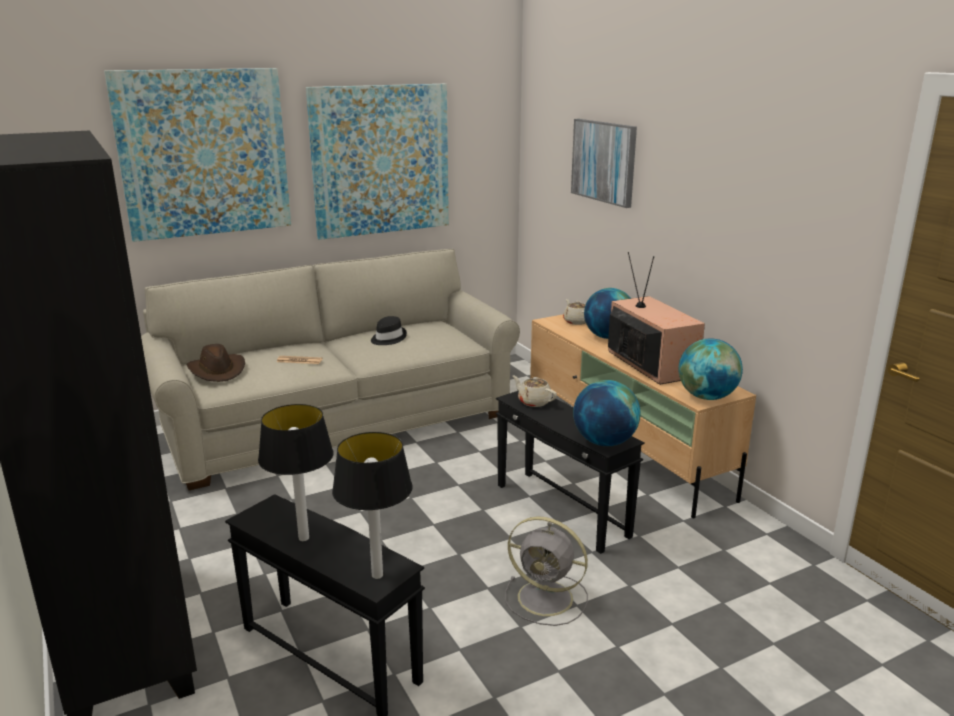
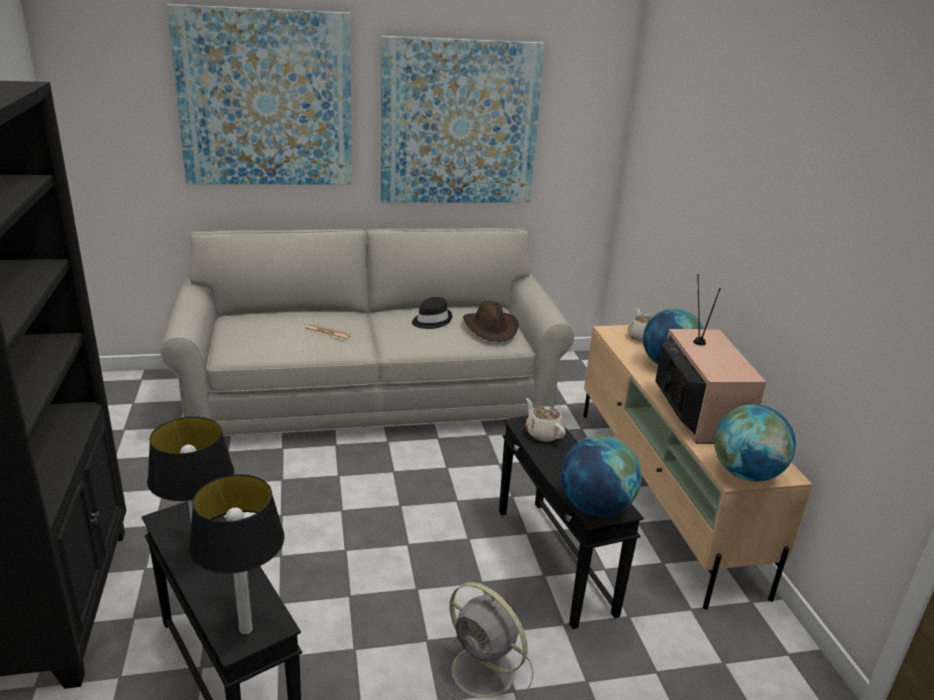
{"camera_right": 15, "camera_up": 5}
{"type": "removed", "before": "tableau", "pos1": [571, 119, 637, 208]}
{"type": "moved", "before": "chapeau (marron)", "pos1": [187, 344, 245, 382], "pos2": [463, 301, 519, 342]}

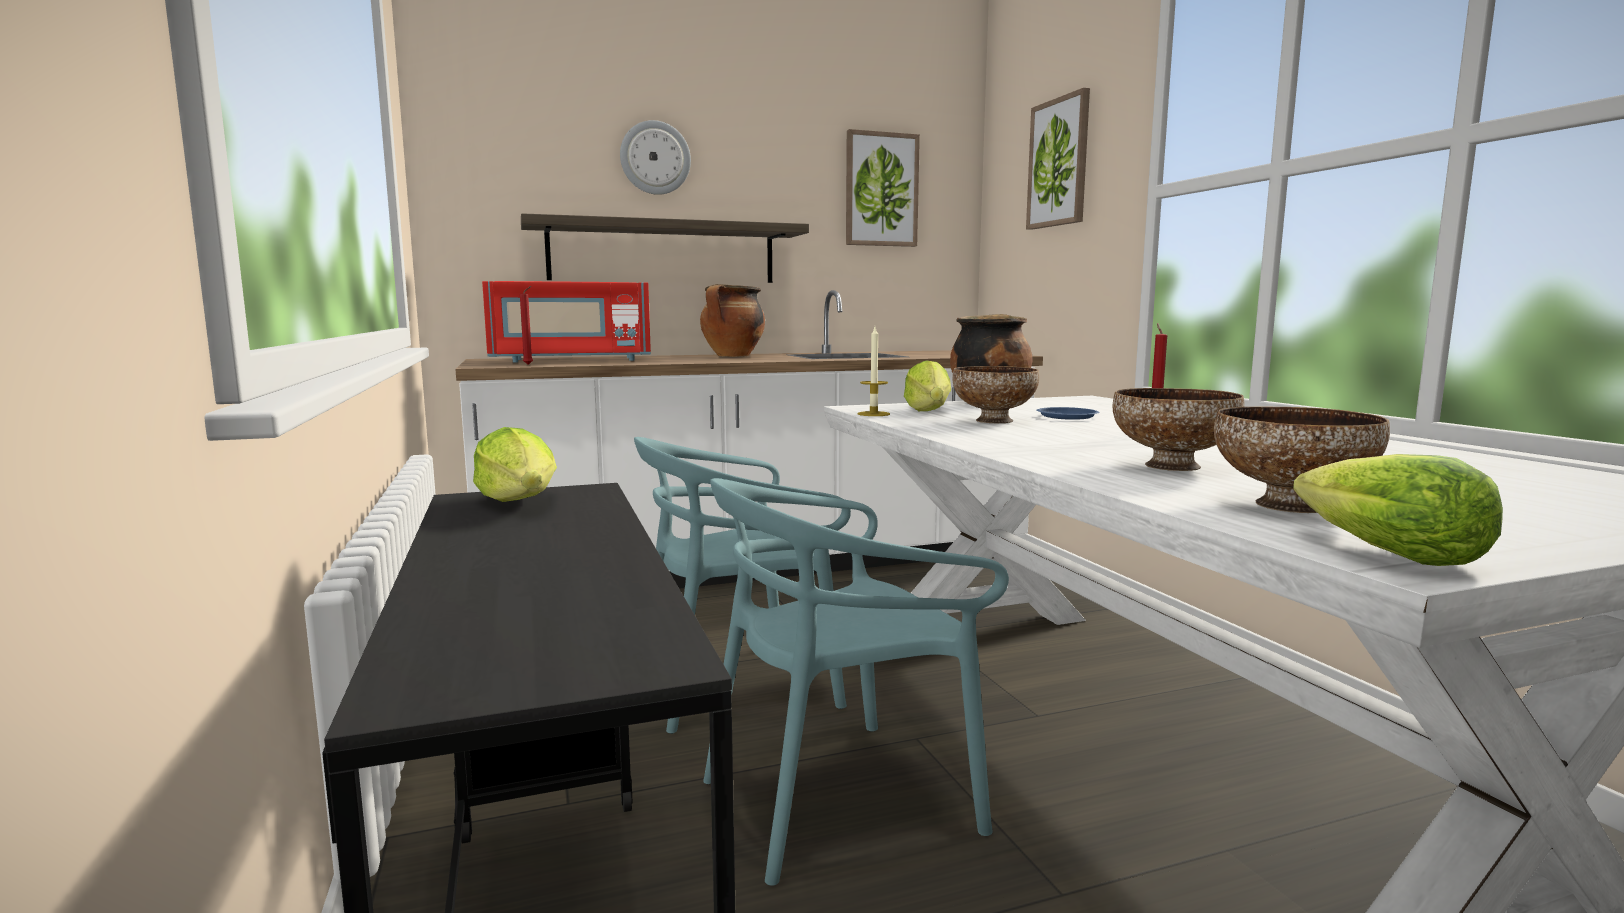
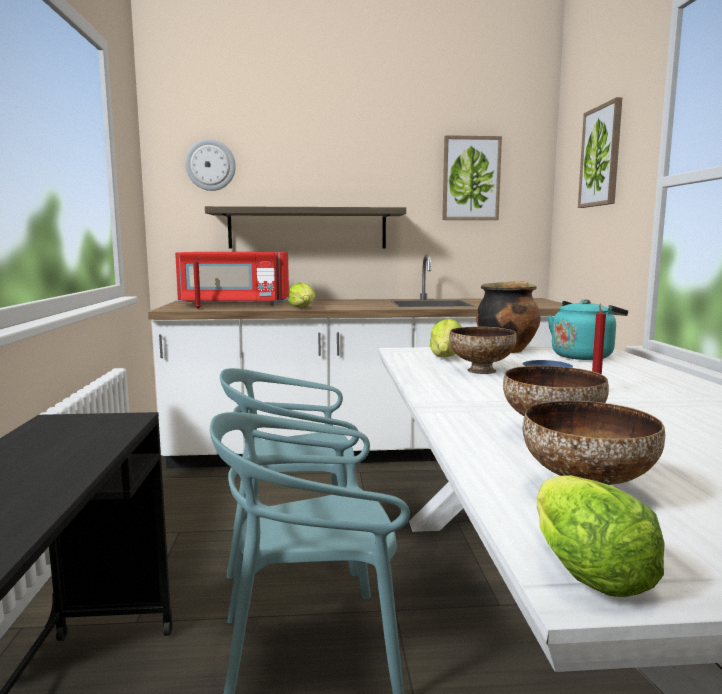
{"camera_right": 15, "camera_up": 0}
{"type": "removed", "before": "marmite", "pos1": [700, 284, 765, 357]}
{"type": "removed", "before": "bougie", "pos1": [858, 327, 890, 416]}
{"type": "added", "after": "bouilloire (turquoise)", "pos2": [548, 299, 628, 360]}
{"type": "moved", "before": "laitue", "pos1": [473, 427, 557, 502], "pos2": [288, 282, 315, 307]}
{"type": "moved", "before": "horloge murale", "pos1": [620, 120, 691, 195], "pos2": [185, 139, 236, 191]}

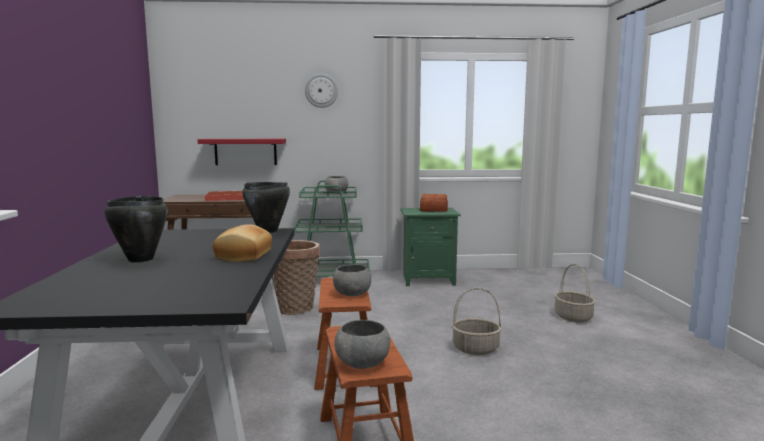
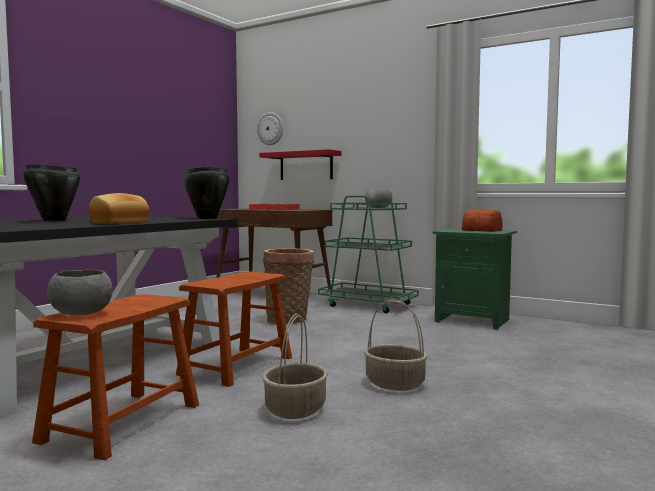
{"camera_right": 35, "camera_up": -5}
{"type": "removed", "before": "bol (gris)", "pos1": [333, 264, 371, 296]}
{"type": "moved", "before": "horloge murale", "pos1": [305, 74, 338, 108], "pos2": [257, 112, 283, 145]}
{"type": "moved", "before": "panier", "pos1": [554, 264, 596, 323], "pos2": [262, 314, 328, 419]}

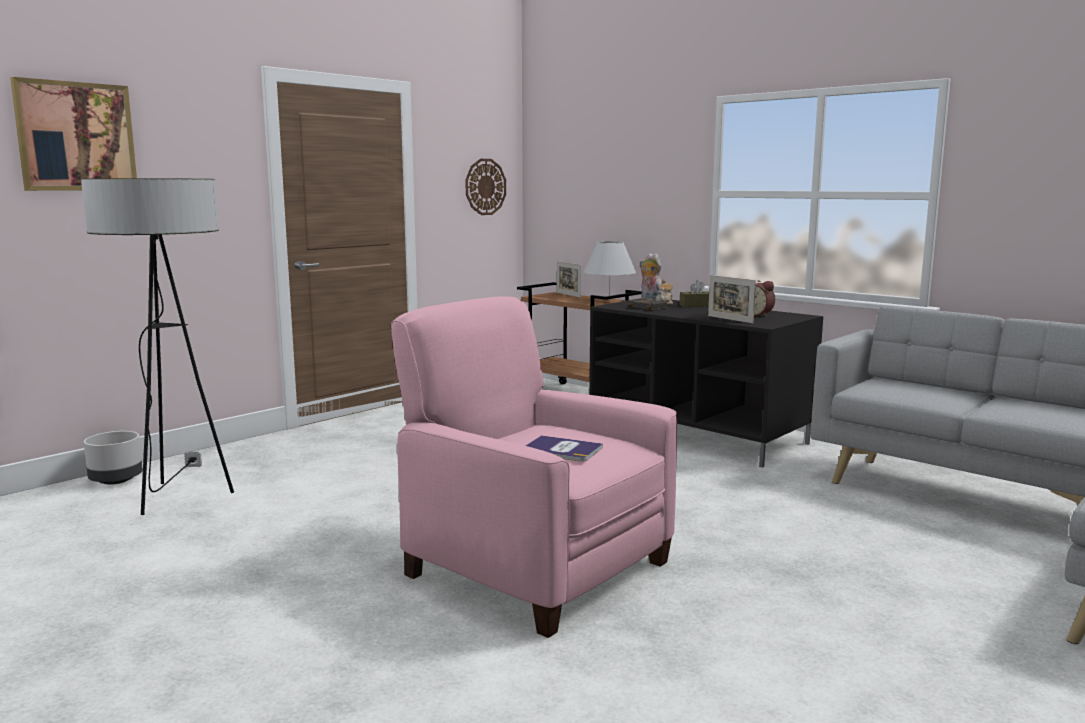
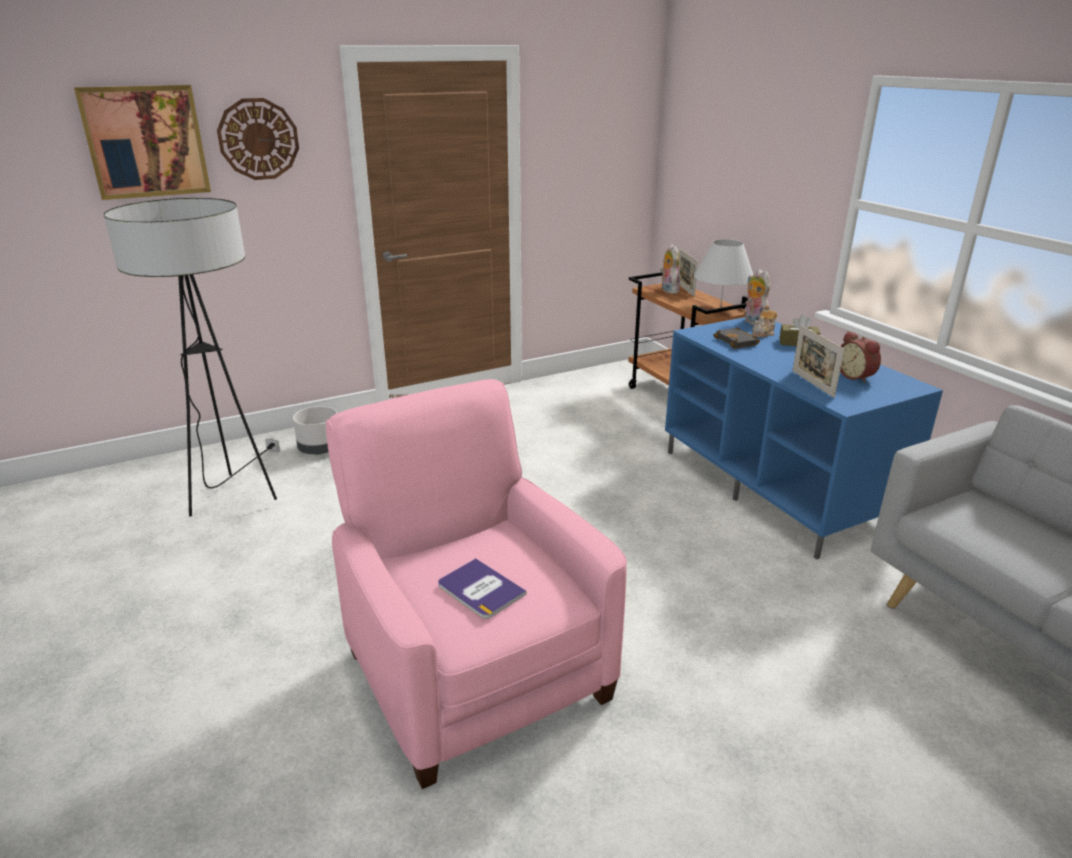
{"camera_right": 20, "camera_up": 15}
{"type": "added", "after": "peluche", "pos2": [660, 245, 680, 294]}
{"type": "moved", "before": "cache-pot (gris)", "pos1": [84, 431, 143, 485], "pos2": [293, 406, 337, 455]}
{"type": "moved", "before": "horloge murale", "pos1": [465, 159, 506, 215], "pos2": [217, 98, 299, 180]}
{"type": "recoloured", "before": "meuble télé (noir)", "after": "meuble télé (bleu)", "pos1": [589, 298, 823, 468], "pos2": [665, 317, 943, 559]}

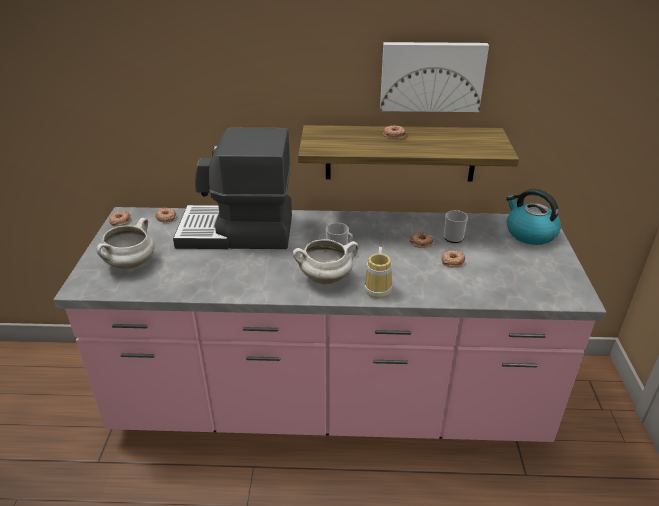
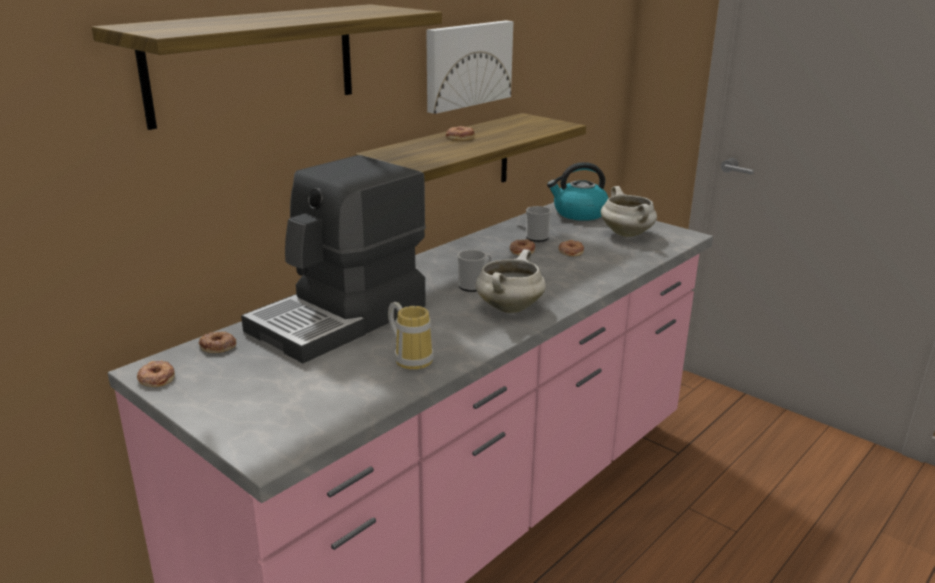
{"camera_right": -50, "camera_up": -10}
{"type": "added", "after": "étagère", "pos2": [91, 4, 442, 130]}
{"type": "moved", "before": "marmite (blanc)", "pos1": [96, 218, 155, 269], "pos2": [601, 186, 657, 237]}
{"type": "moved", "before": "mug", "pos1": [364, 247, 392, 298], "pos2": [388, 302, 434, 370]}

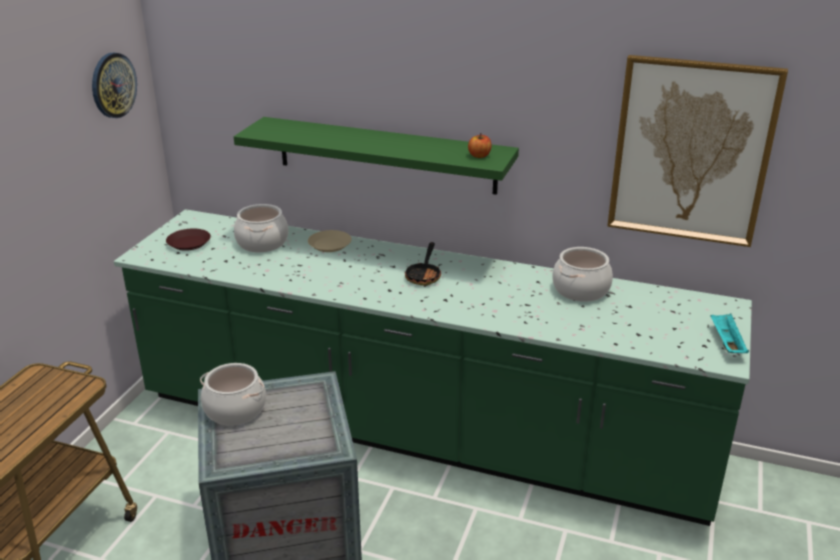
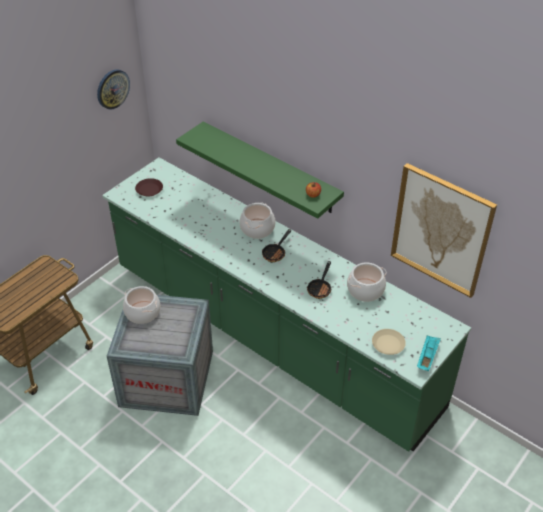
{"camera_right": 20, "camera_up": 15}
{"type": "added", "after": "poêle", "pos2": [307, 261, 331, 299]}
{"type": "moved", "before": "marmite", "pos1": [234, 204, 288, 252], "pos2": [240, 203, 275, 239]}
{"type": "moved", "before": "assiette (beige)", "pos1": [308, 230, 352, 252], "pos2": [372, 329, 406, 355]}

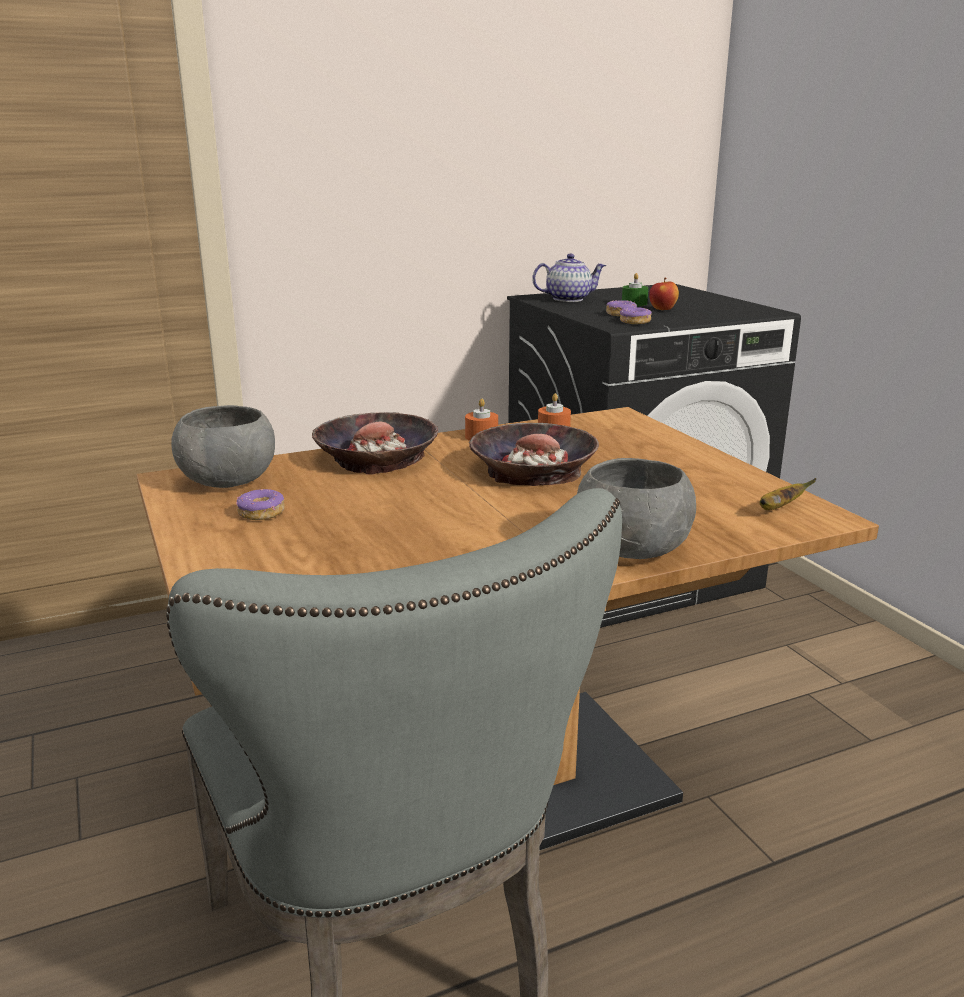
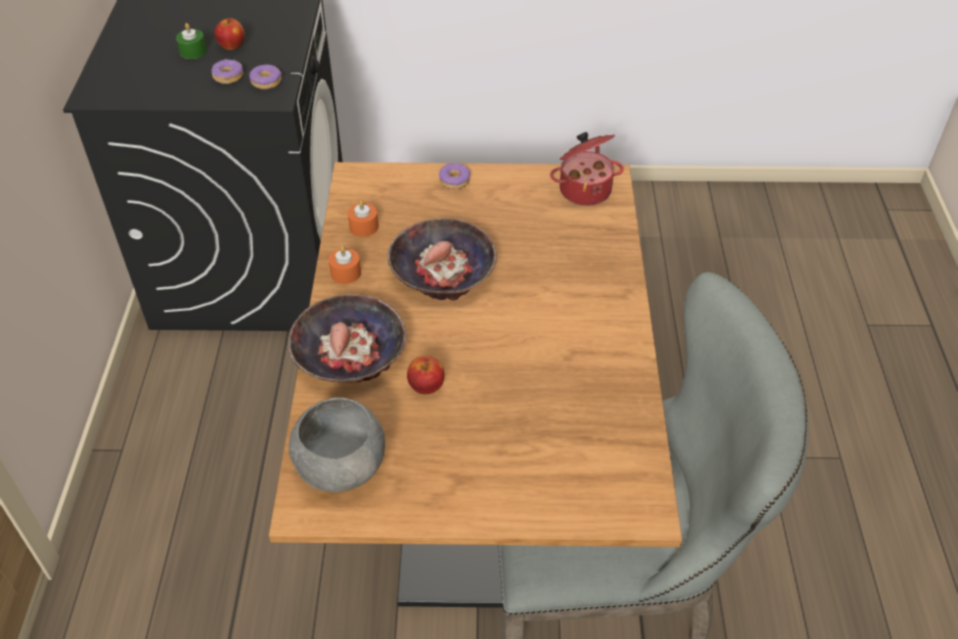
{"camera_right": -65, "camera_up": 25}
{"type": "removed", "before": "théière", "pos1": [532, 253, 606, 302]}
{"type": "removed", "before": "bol (gris)", "pos1": [577, 458, 696, 559]}
{"type": "added", "after": "pomme", "pos2": [407, 356, 445, 394]}
{"type": "moved", "before": "beignet", "pos1": [236, 489, 285, 520], "pos2": [439, 163, 470, 189]}
{"type": "replaced", "before": "banane", "after": "marmite", "pos1": [759, 478, 817, 510], "pos2": [550, 132, 624, 206]}

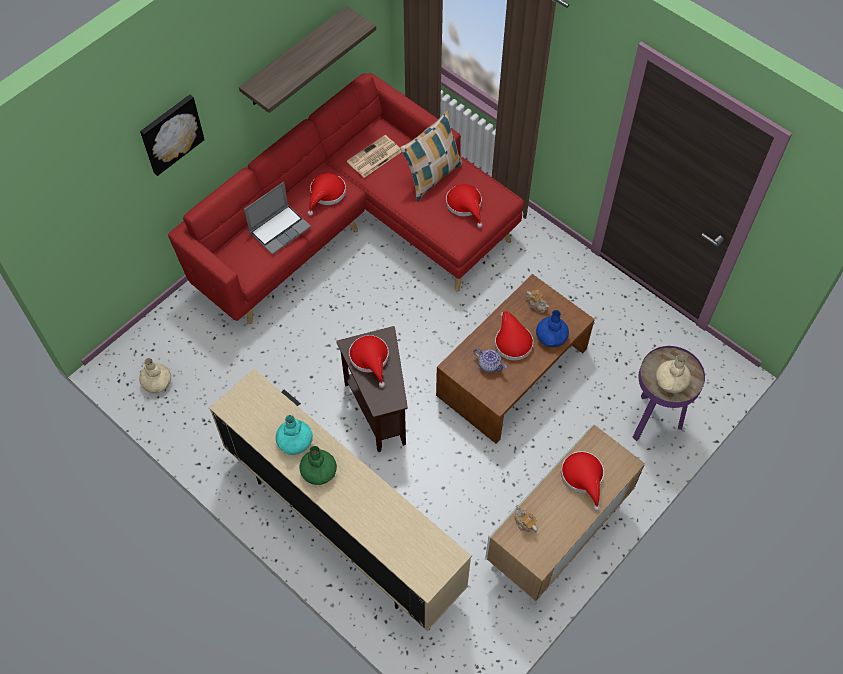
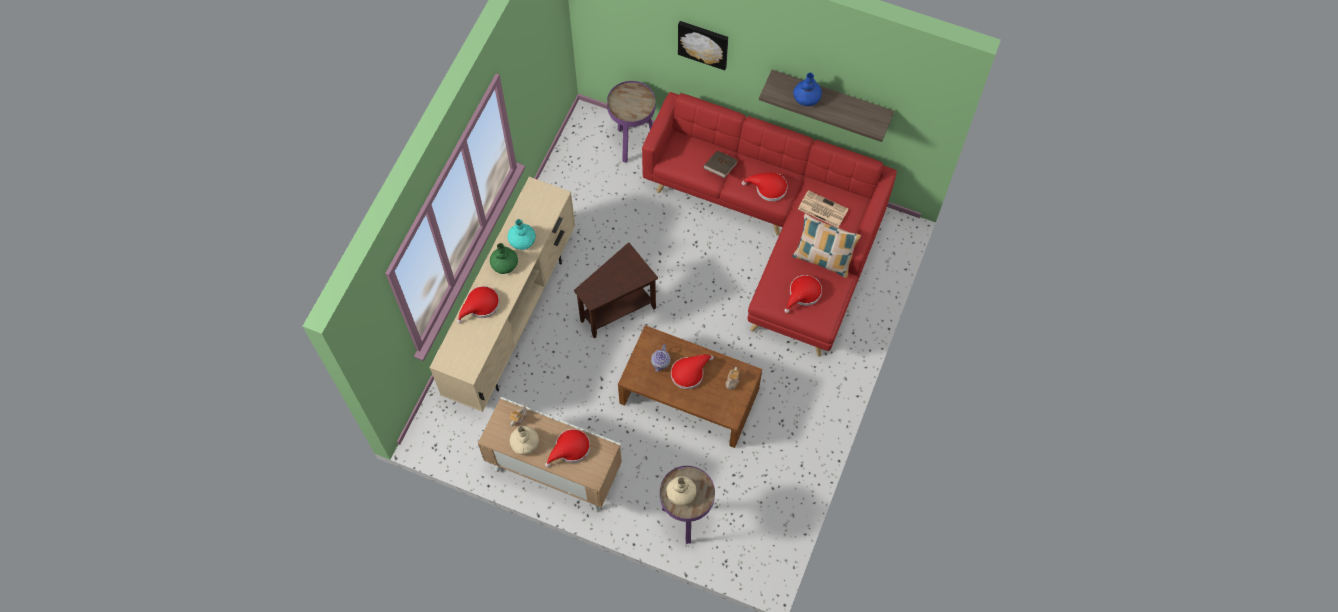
{"camera_right": 70, "camera_up": 5}
{"type": "added", "after": "table d'appoint (violet)", "pos2": [607, 81, 656, 163]}
{"type": "moved", "before": "vase (beige)", "pos1": [139, 358, 171, 393], "pos2": [510, 426, 539, 455]}
{"type": "moved", "before": "chapeau (rouge)", "pos1": [349, 335, 389, 387], "pos2": [457, 286, 500, 324]}
{"type": "moved", "before": "vase (bleu)", "pos1": [536, 310, 569, 347], "pos2": [793, 73, 822, 106]}
{"type": "replaced", "before": "ordinateur portable", "after": "livre (marron)", "pos1": [244, 182, 311, 255], "pos2": [703, 150, 738, 178]}

